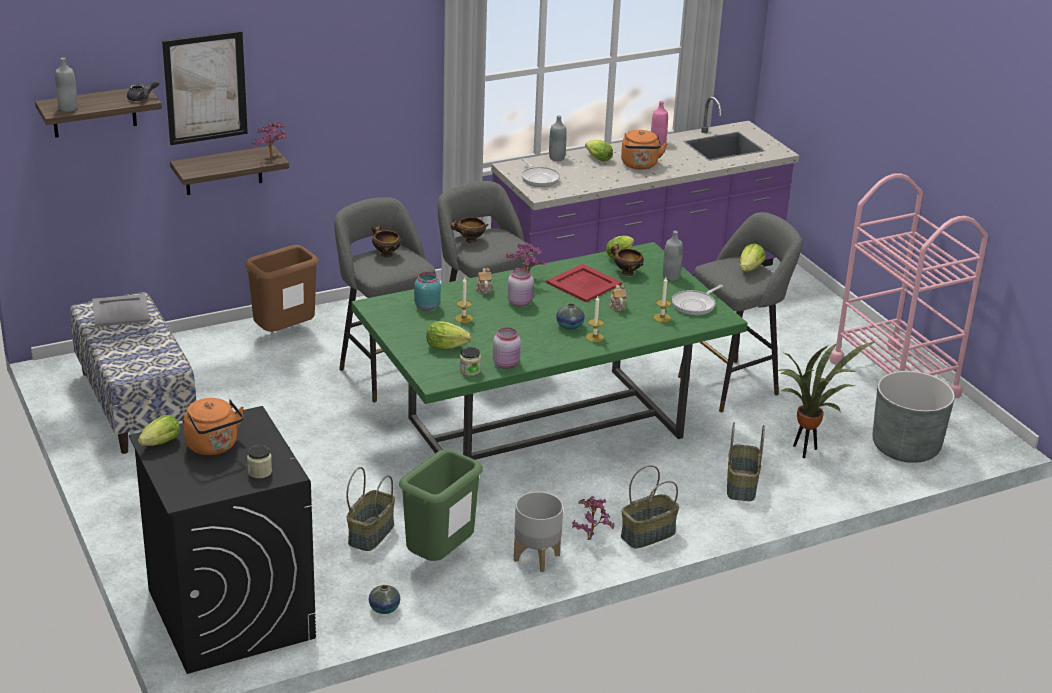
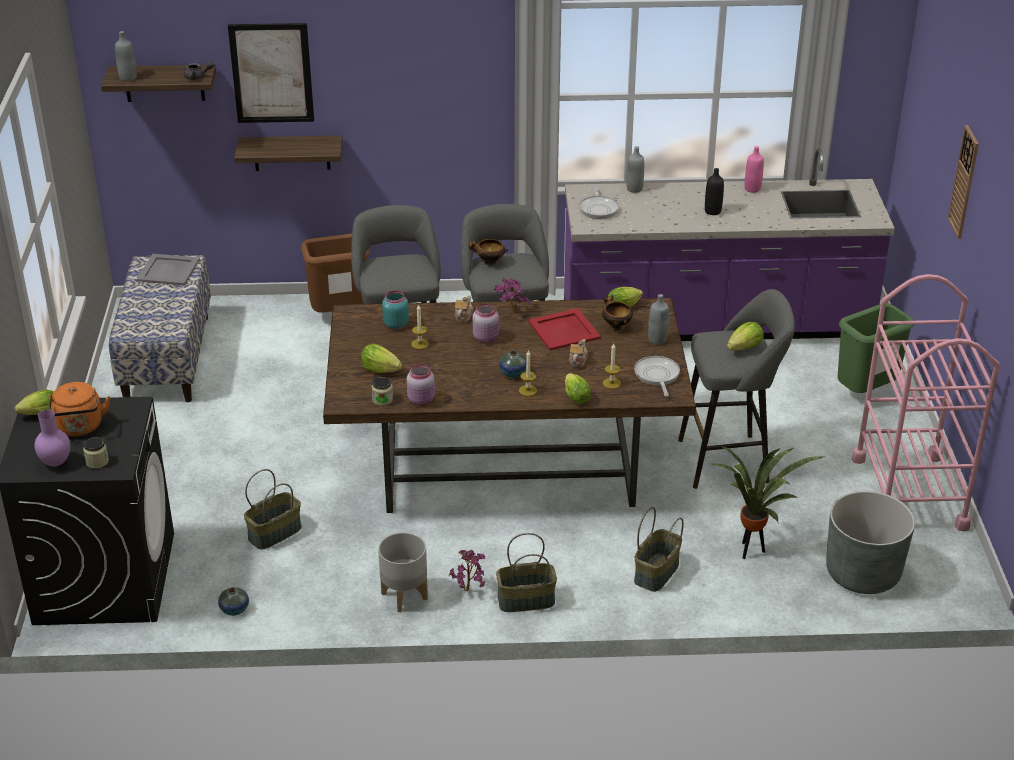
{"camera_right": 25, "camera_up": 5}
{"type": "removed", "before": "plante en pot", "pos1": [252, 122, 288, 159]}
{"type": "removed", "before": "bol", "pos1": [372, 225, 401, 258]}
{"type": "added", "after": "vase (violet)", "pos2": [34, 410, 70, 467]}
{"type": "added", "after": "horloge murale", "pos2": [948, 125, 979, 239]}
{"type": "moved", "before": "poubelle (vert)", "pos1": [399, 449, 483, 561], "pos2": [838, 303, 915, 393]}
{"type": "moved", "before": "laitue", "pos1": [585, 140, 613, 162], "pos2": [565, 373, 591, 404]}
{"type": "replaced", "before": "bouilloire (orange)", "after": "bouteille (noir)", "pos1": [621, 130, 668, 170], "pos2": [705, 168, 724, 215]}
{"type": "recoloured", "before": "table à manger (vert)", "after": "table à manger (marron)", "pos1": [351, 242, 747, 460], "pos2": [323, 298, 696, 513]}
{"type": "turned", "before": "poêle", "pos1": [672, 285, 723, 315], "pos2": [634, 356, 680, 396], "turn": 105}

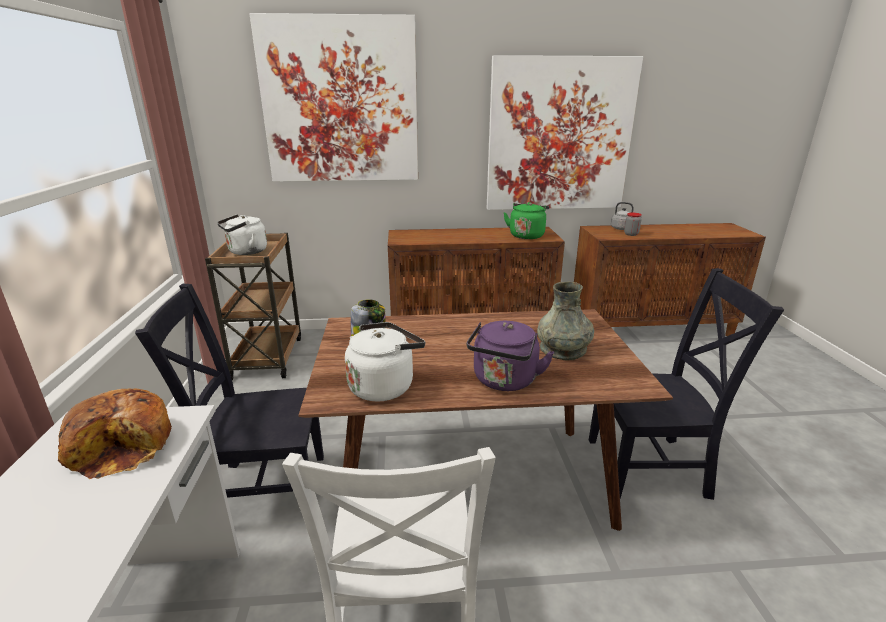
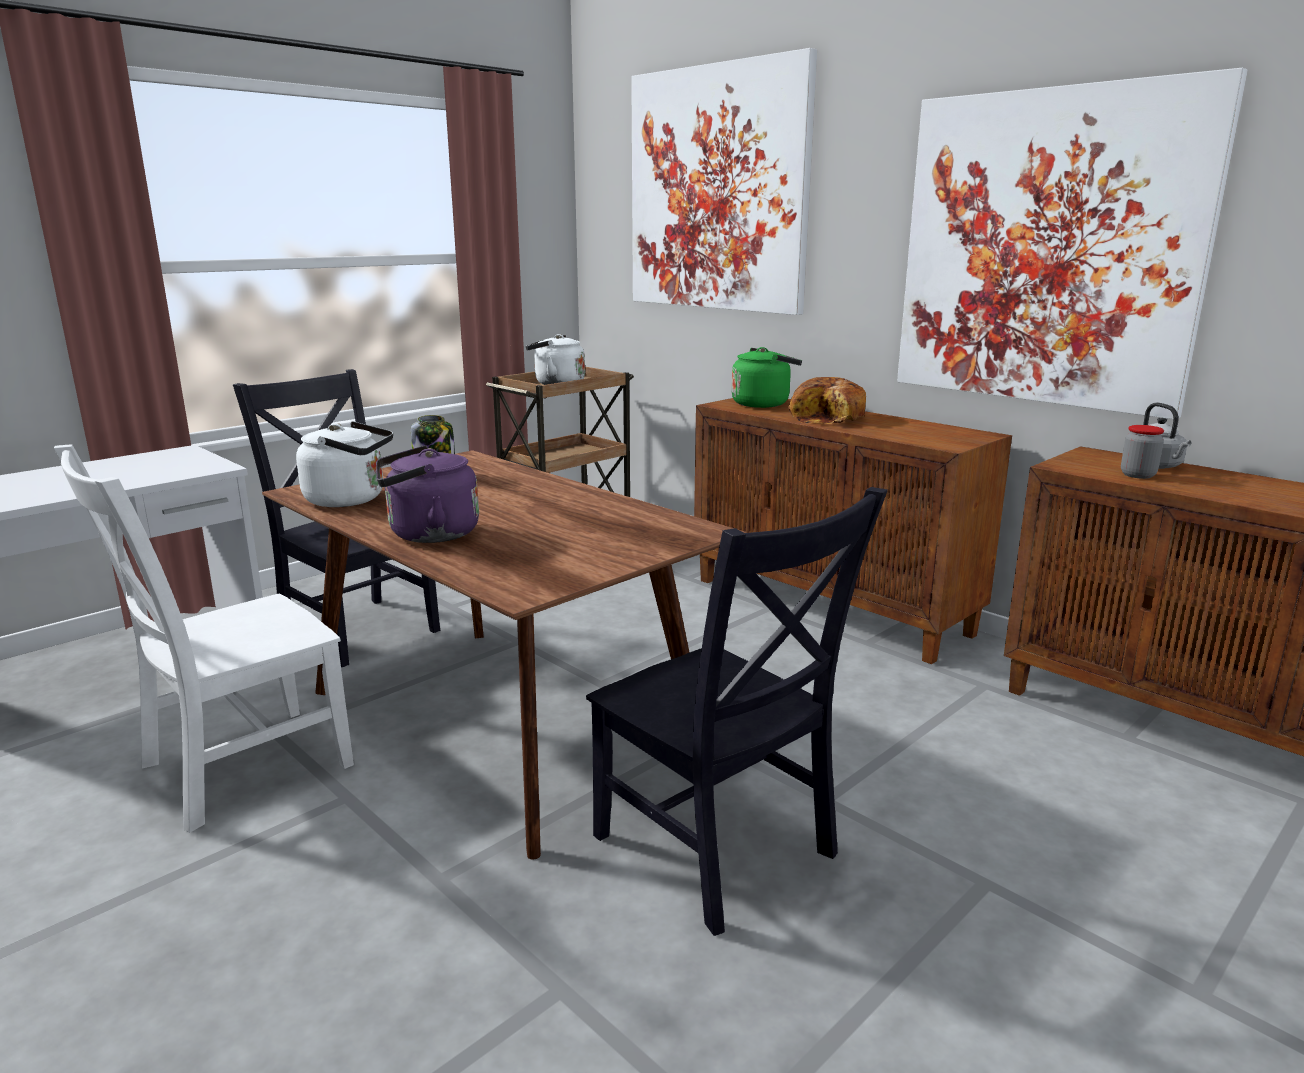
{"camera_right": 50, "camera_up": -5}
{"type": "removed", "before": "vase (gris)", "pos1": [537, 282, 594, 361]}
{"type": "moved", "before": "pain", "pos1": [58, 388, 172, 479], "pos2": [788, 377, 866, 424]}
{"type": "moved", "before": "bouilloire (vert)", "pos1": [504, 202, 549, 239], "pos2": [731, 347, 802, 408]}

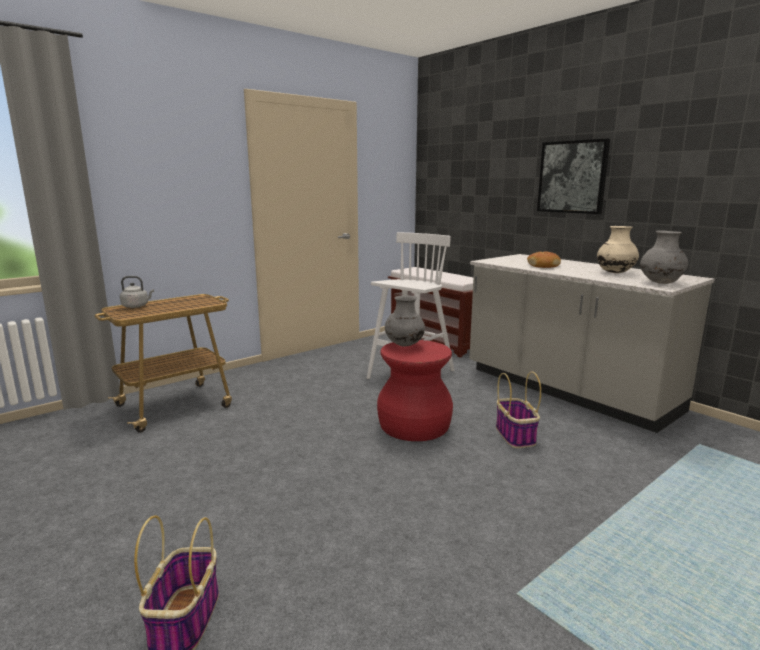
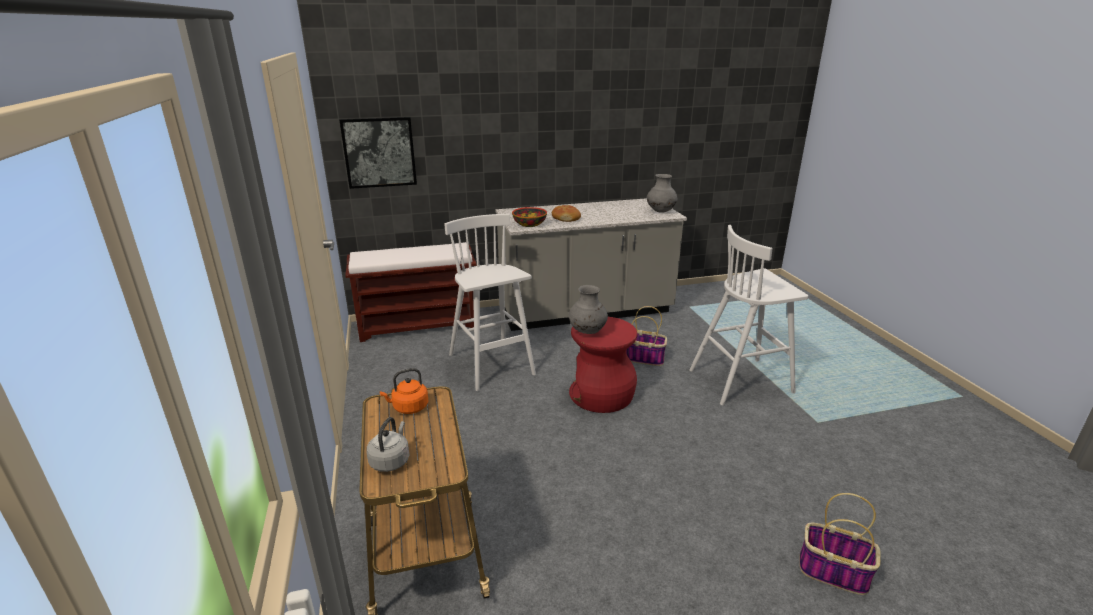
{"camera_right": -65, "camera_up": 10}
{"type": "removed", "before": "vase (beige)", "pos1": [597, 226, 639, 273]}
{"type": "added", "after": "bouilloire (orange)", "pos2": [380, 368, 428, 414]}
{"type": "added", "after": "bol", "pos2": [512, 207, 547, 227]}
{"type": "added", "after": "tabouret (blanc)", "pos2": [689, 225, 809, 406]}
{"type": "moved", "before": "tableau", "pos1": [537, 138, 610, 214], "pos2": [340, 117, 417, 189]}

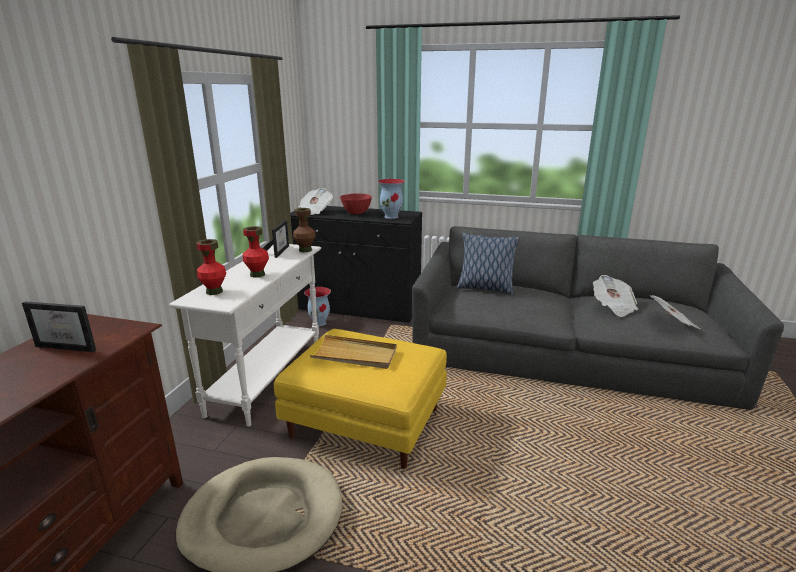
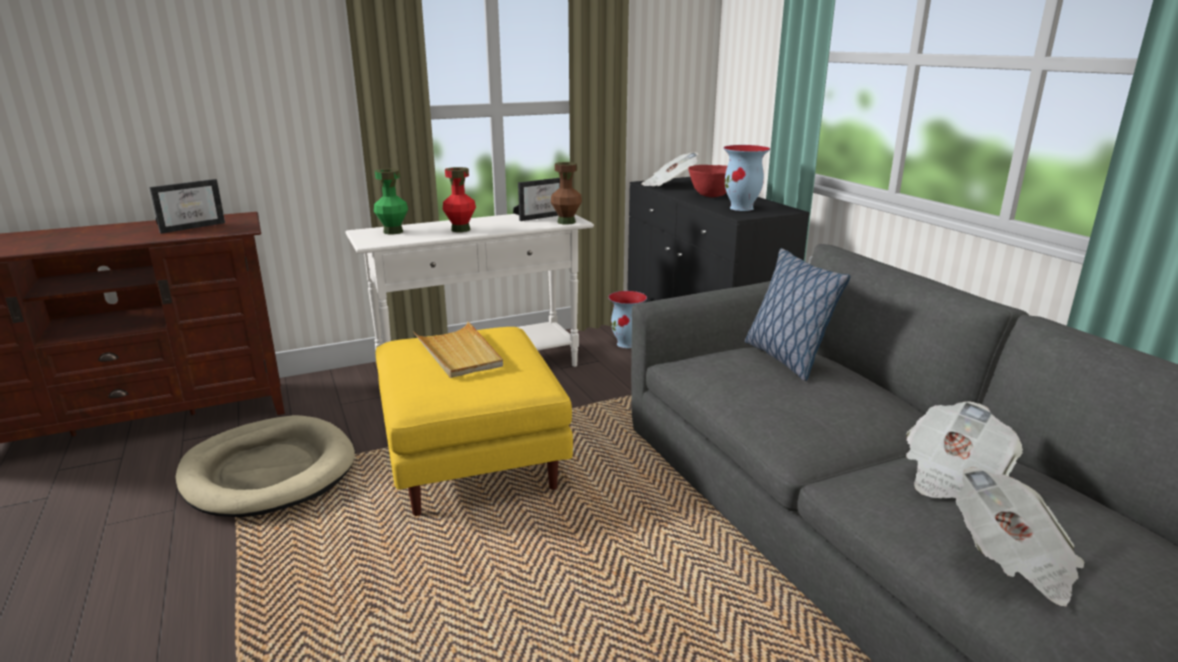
{"camera_right": 50, "camera_up": 0}
{"type": "recoloured", "before": "vase (rouge)", "after": "vase (vert)", "pos1": [196, 239, 226, 295], "pos2": [374, 169, 408, 234]}
{"type": "turned", "before": "cadre photo", "pos1": [22, 301, 96, 352], "pos2": [150, 179, 225, 234], "turn": -105}

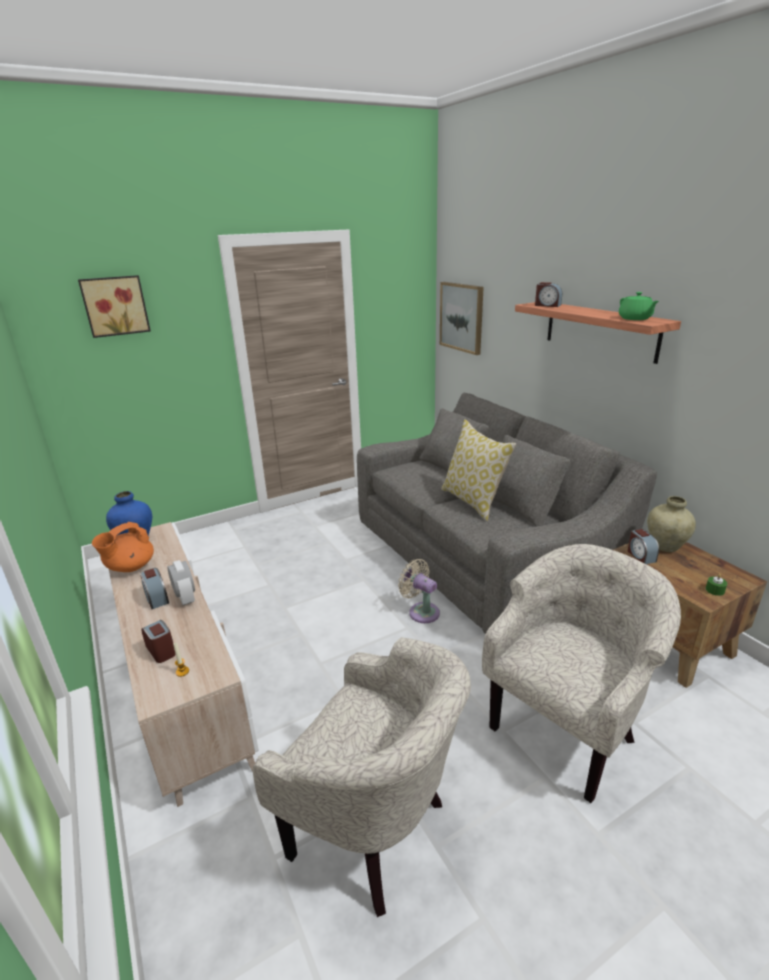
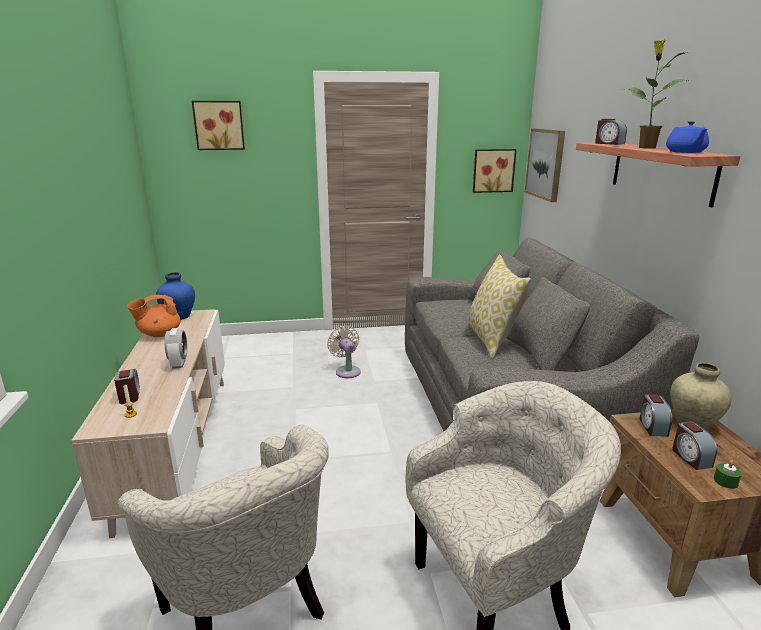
{"camera_right": 20, "camera_up": -5}
{"type": "added", "after": "tableau", "pos2": [473, 149, 517, 193]}
{"type": "added", "after": "plante en pot", "pos2": [621, 40, 692, 149]}
{"type": "moved", "before": "réveil", "pos1": [140, 568, 169, 609], "pos2": [672, 421, 717, 470]}
{"type": "moved", "before": "ventilateur (beige)", "pos1": [398, 559, 440, 623], "pos2": [327, 326, 361, 378]}
{"type": "recoloured", "before": "théière (vert)", "after": "théière (bleu)", "pos1": [619, 292, 659, 320], "pos2": [666, 121, 709, 153]}

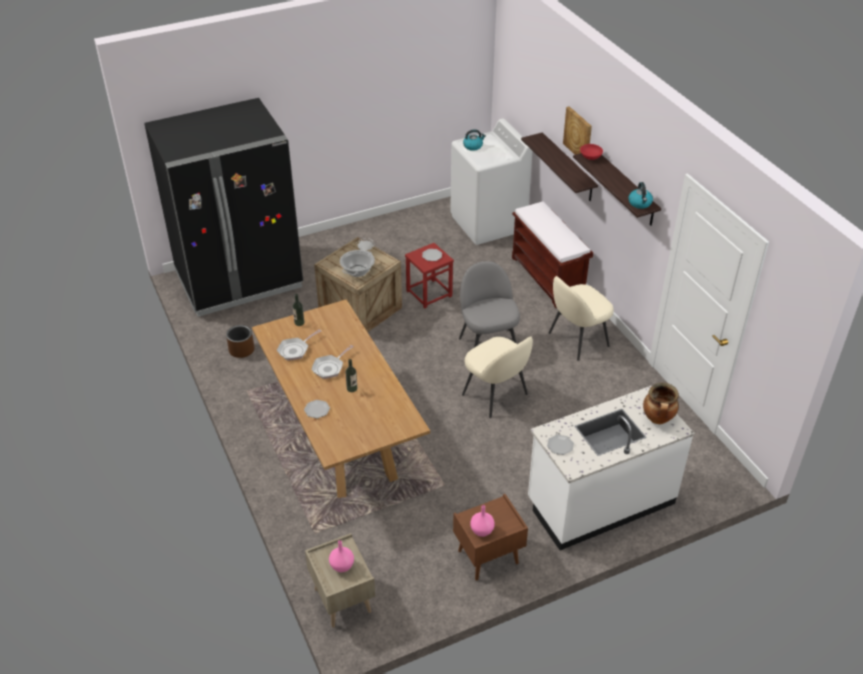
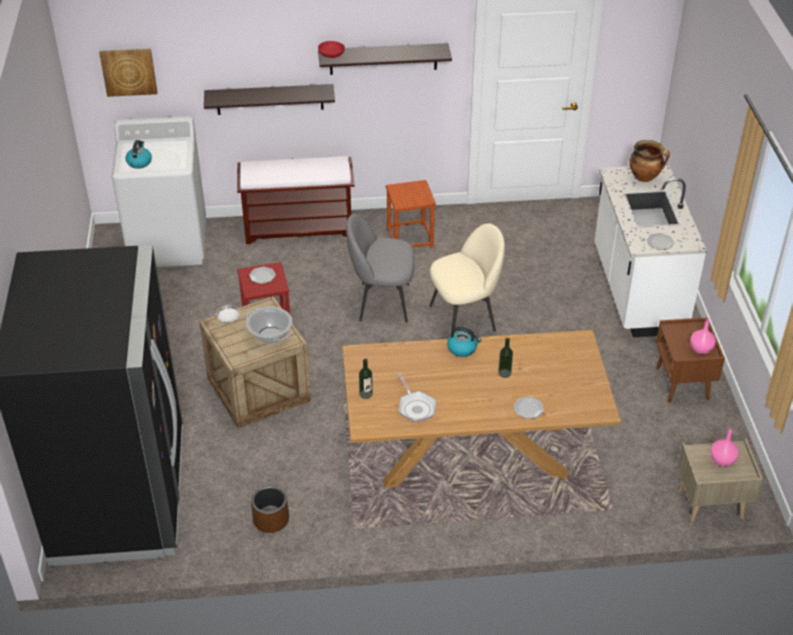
{"camera_right": -70, "camera_up": 0}
{"type": "removed", "before": "poêle", "pos1": [312, 345, 354, 379]}
{"type": "moved", "before": "tableau", "pos1": [563, 106, 592, 155], "pos2": [99, 49, 157, 97]}
{"type": "moved", "before": "bouilloire", "pos1": [628, 182, 653, 209], "pos2": [447, 327, 482, 357]}
{"type": "replaced", "before": "chaise (beige)", "after": "tabouret (marron)", "pos1": [549, 276, 614, 361], "pos2": [386, 180, 436, 248]}

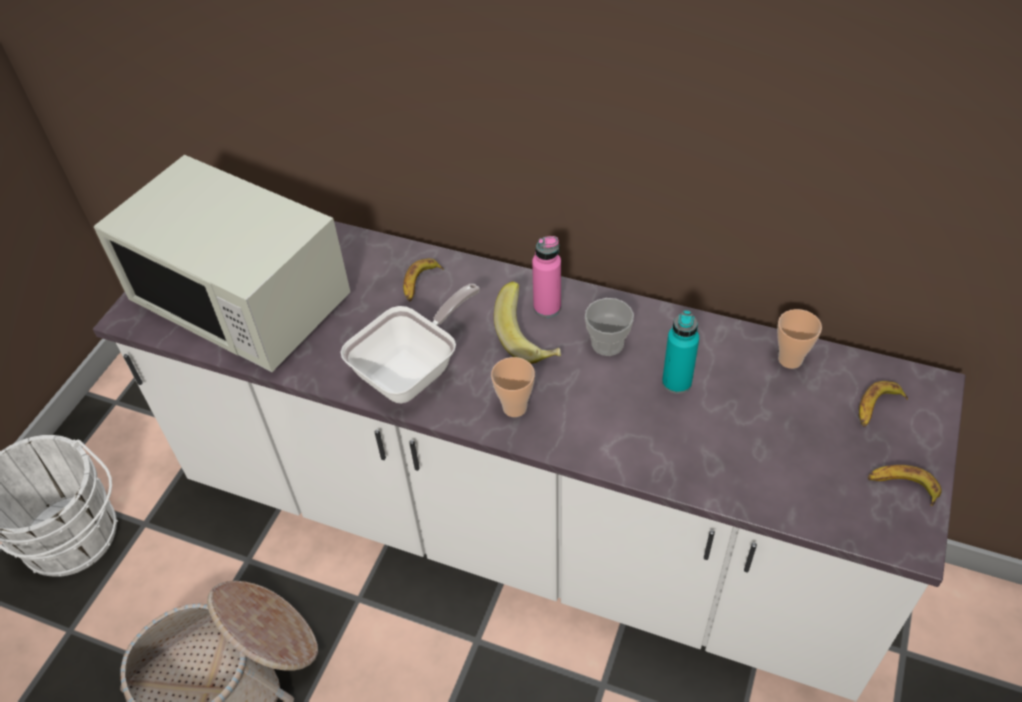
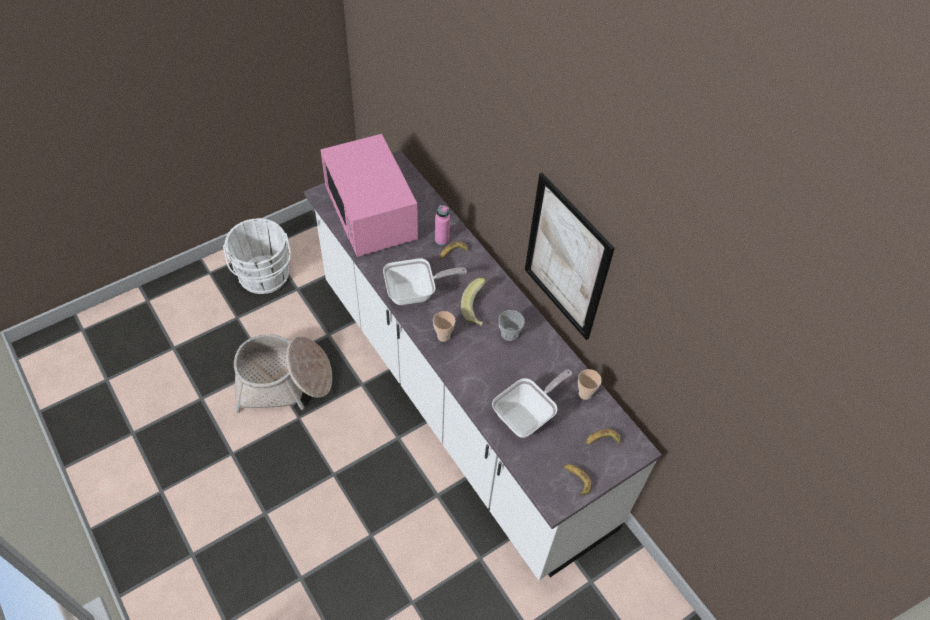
{"camera_right": 30, "camera_up": 5}
{"type": "removed", "before": "bouteille (turquoise)", "pos1": [662, 310, 699, 394]}
{"type": "added", "after": "poêle", "pos2": [492, 370, 573, 438]}
{"type": "added", "after": "tableau", "pos2": [525, 173, 615, 340]}
{"type": "moved", "before": "bouteille (rose)", "pos1": [532, 236, 561, 318], "pos2": [435, 205, 450, 245]}
{"type": "recoloured", "before": "micro-ondes (blanc)", "after": "micro-ondes (rose)", "pos1": [94, 155, 350, 372], "pos2": [321, 134, 418, 257]}

